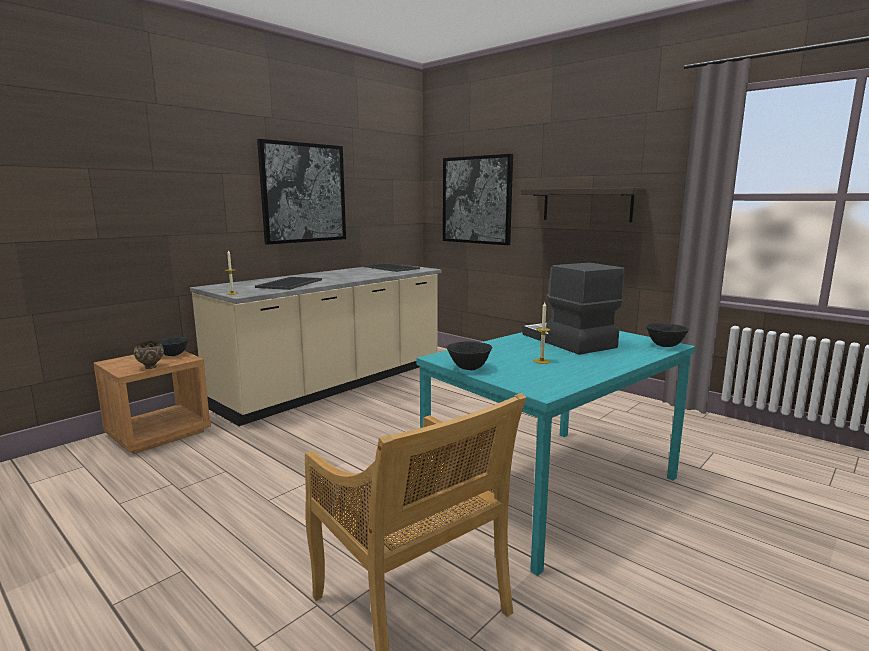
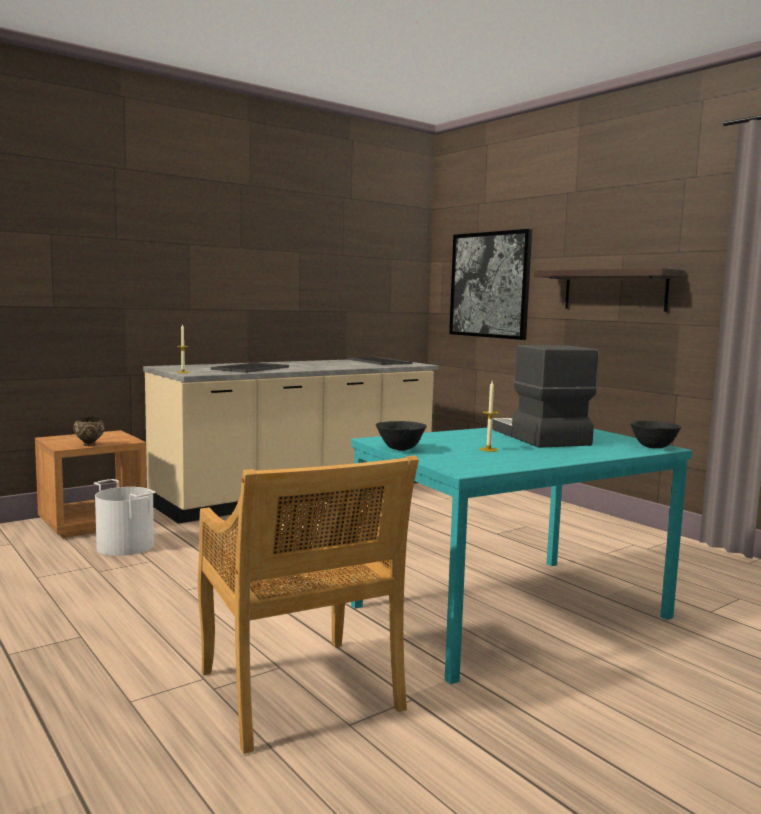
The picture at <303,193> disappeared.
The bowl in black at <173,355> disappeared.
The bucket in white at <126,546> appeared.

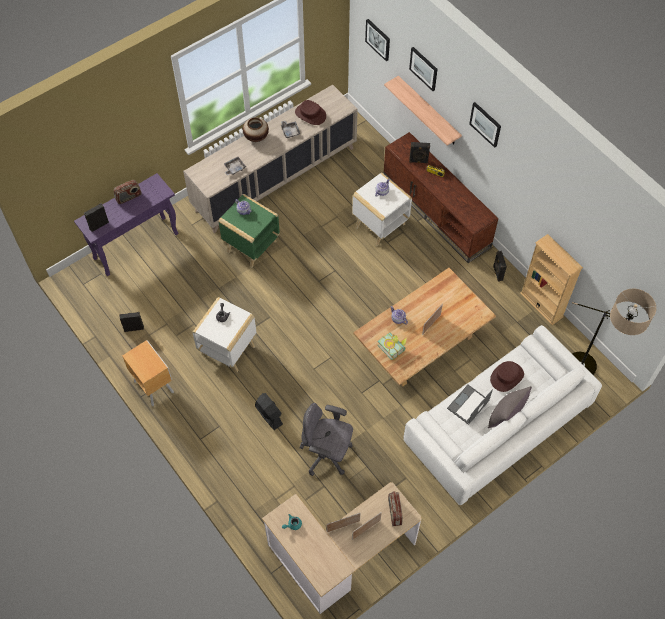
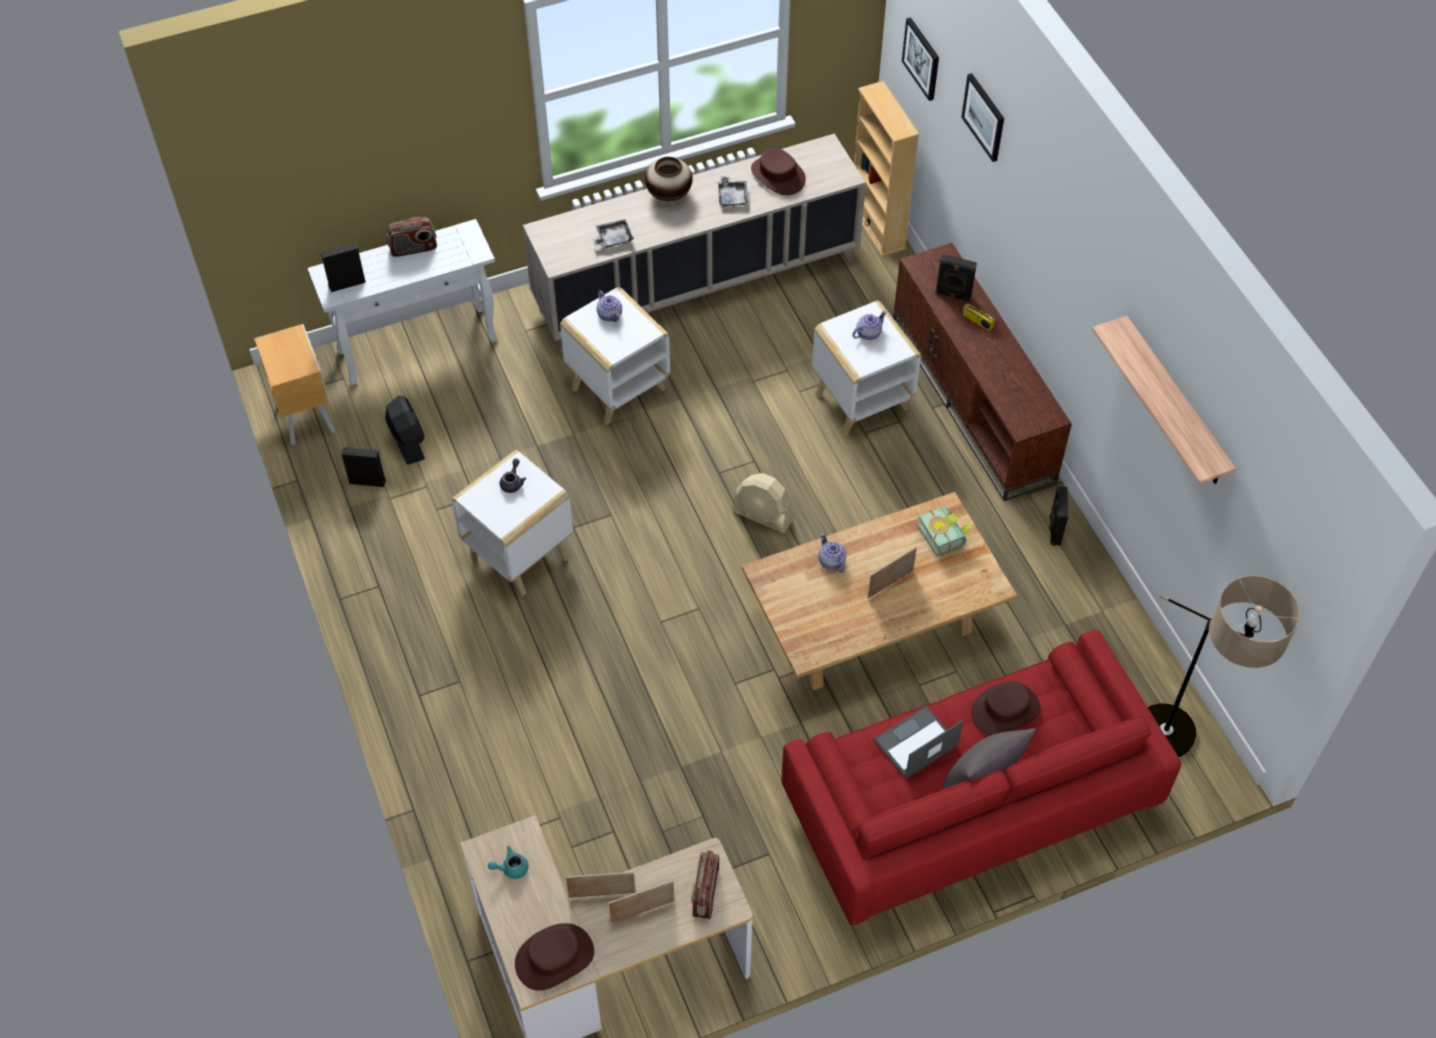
The shelf moved from <428,112> to <1175,404>.
The picture at <485,124> disappeared.
The console table in purple at <136,245> became the console table in white at <419,345>.
The side table in green at <252,246> became the side table in white at <619,388>.
The bookcase in beige moved from <541,305> to <877,226>.
The sofa in white at <496,426> became the sofa in red at <968,803>.
The book moved from <393,347> to <945,535>.
The nightstand in brown moved from <154,386> to <306,416>.
The fan in black moved from <269,415> to <408,441>.
The office chair in grey at <327,454> disappeared.
The fan in beige at <762,515> appeared.
The hat in brown at <554,957> appeared.

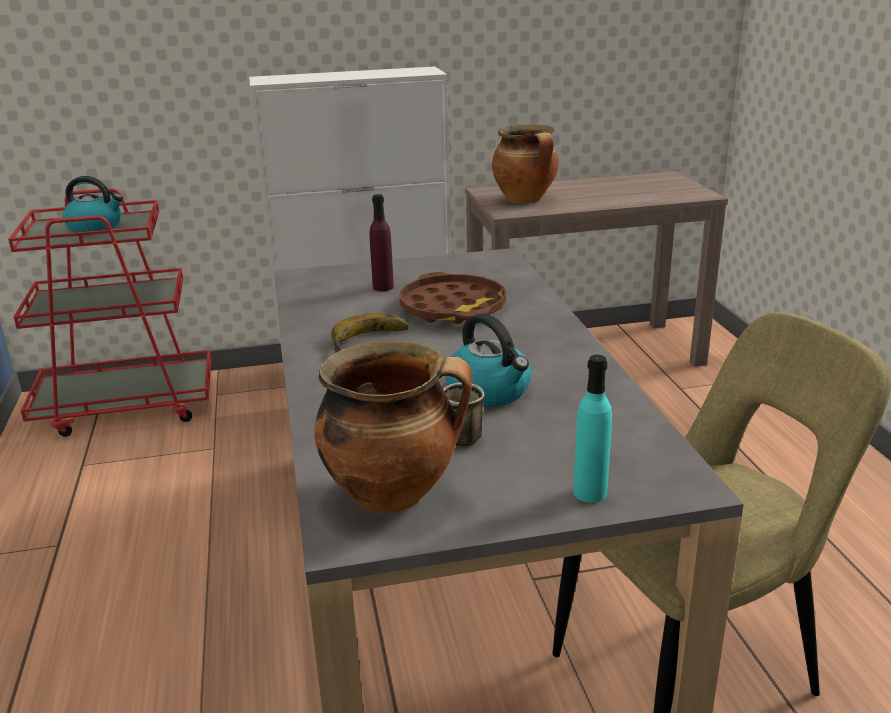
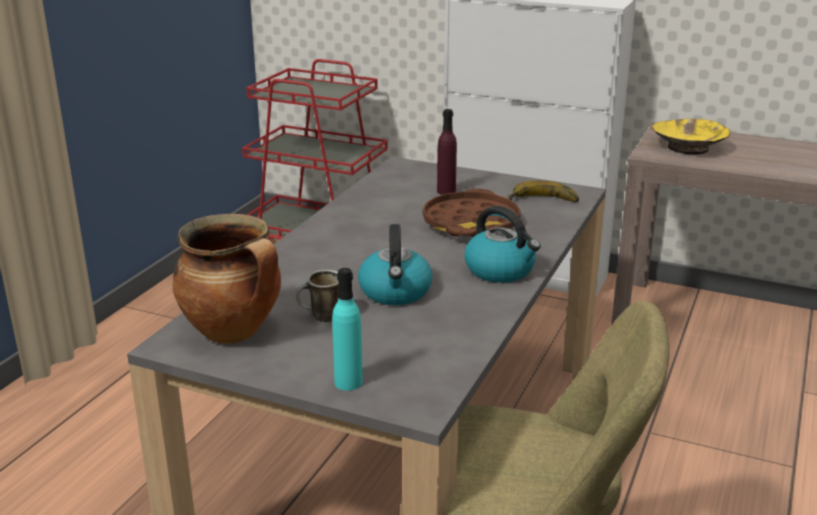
The cooking pot at <526,200> was replaced by the bowl in yellow at <688,147>.
The kettle moved from <96,227> to <501,270>.
The banana moved from <371,340> to <543,202>.

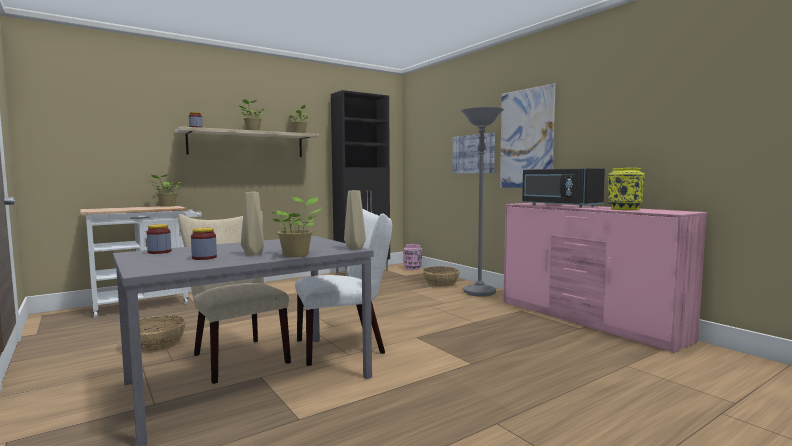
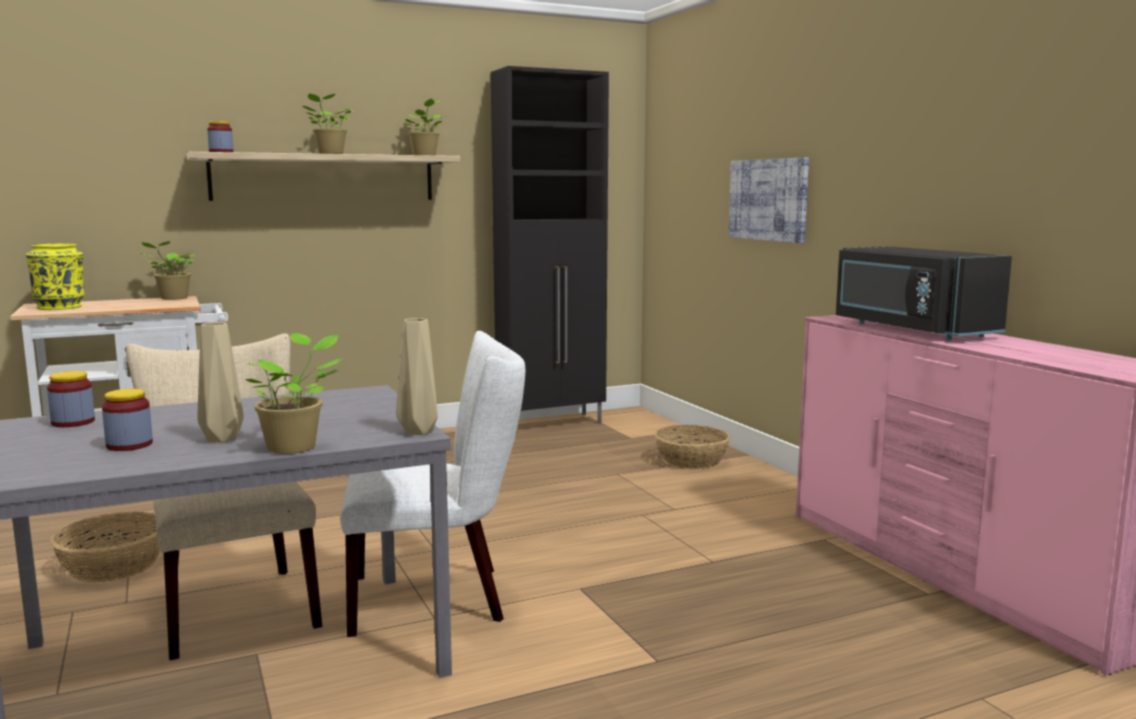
The picture at <526,139> disappeared.
The floor lamp in grey at <479,292> disappeared.
The vase in yellow moved from <624,209> to <60,307>.
The vase in pink at <412,268> disappeared.

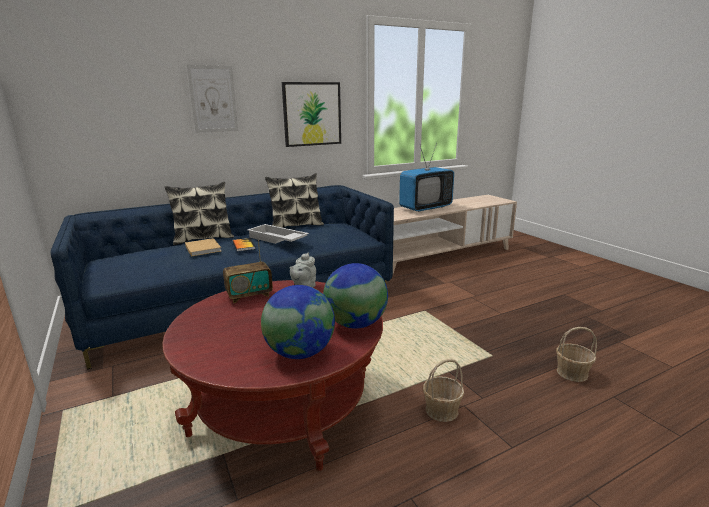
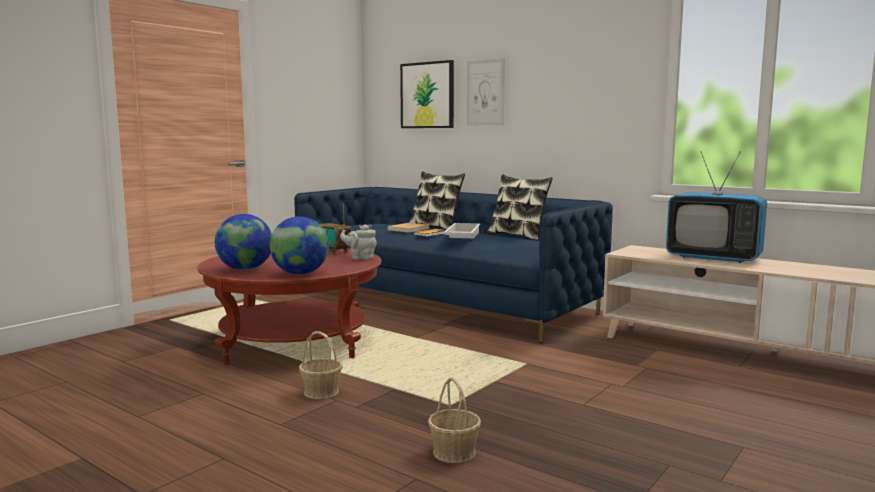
The picture moved from <312,114> to <427,95>.

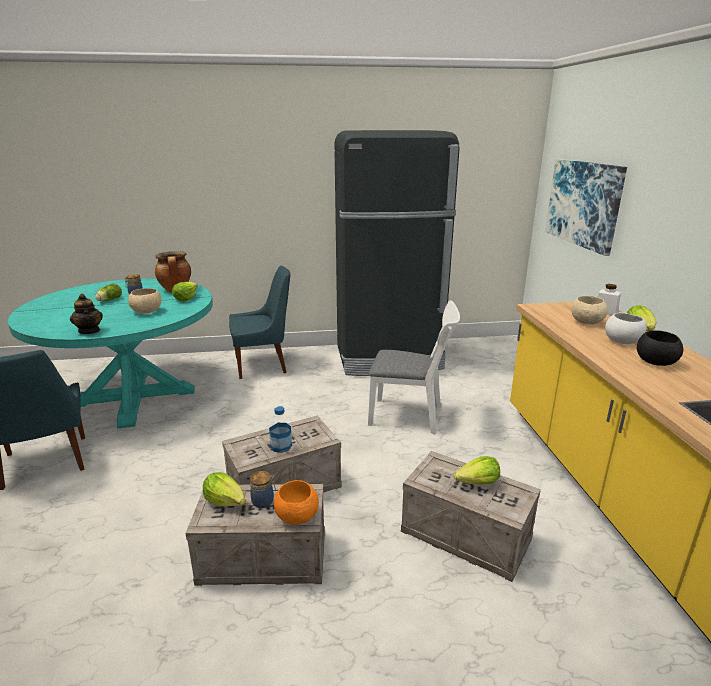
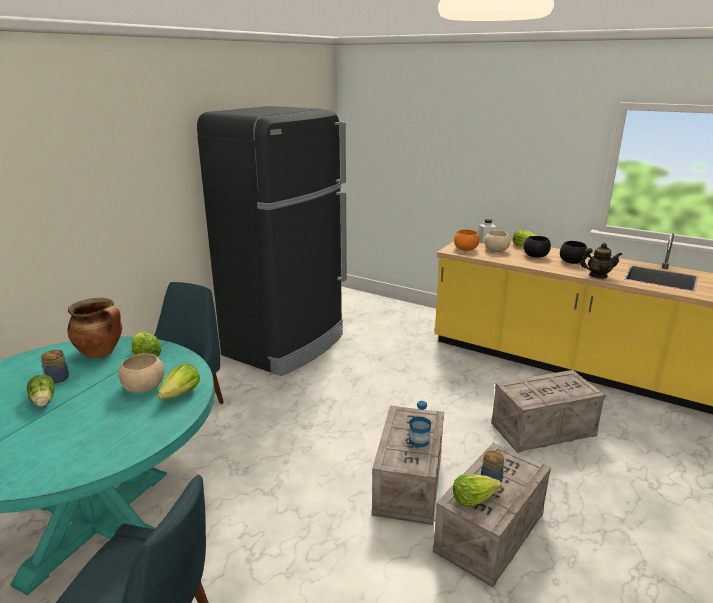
The picture at <583,203> disappeared.
The teapot moved from <89,331> to <598,276>.
The chair in white at <411,416> disappeared.
The bowl in white at <623,341> became the bowl in black at <536,256>.
The lettuce moved from <478,483> to <181,394>.
The bowl in orange moved from <296,517> to <466,249>.

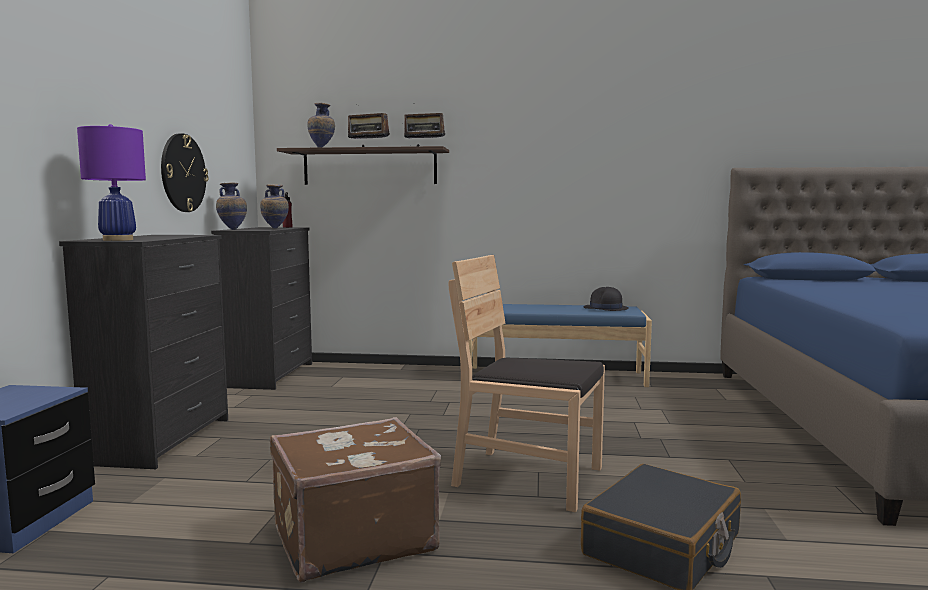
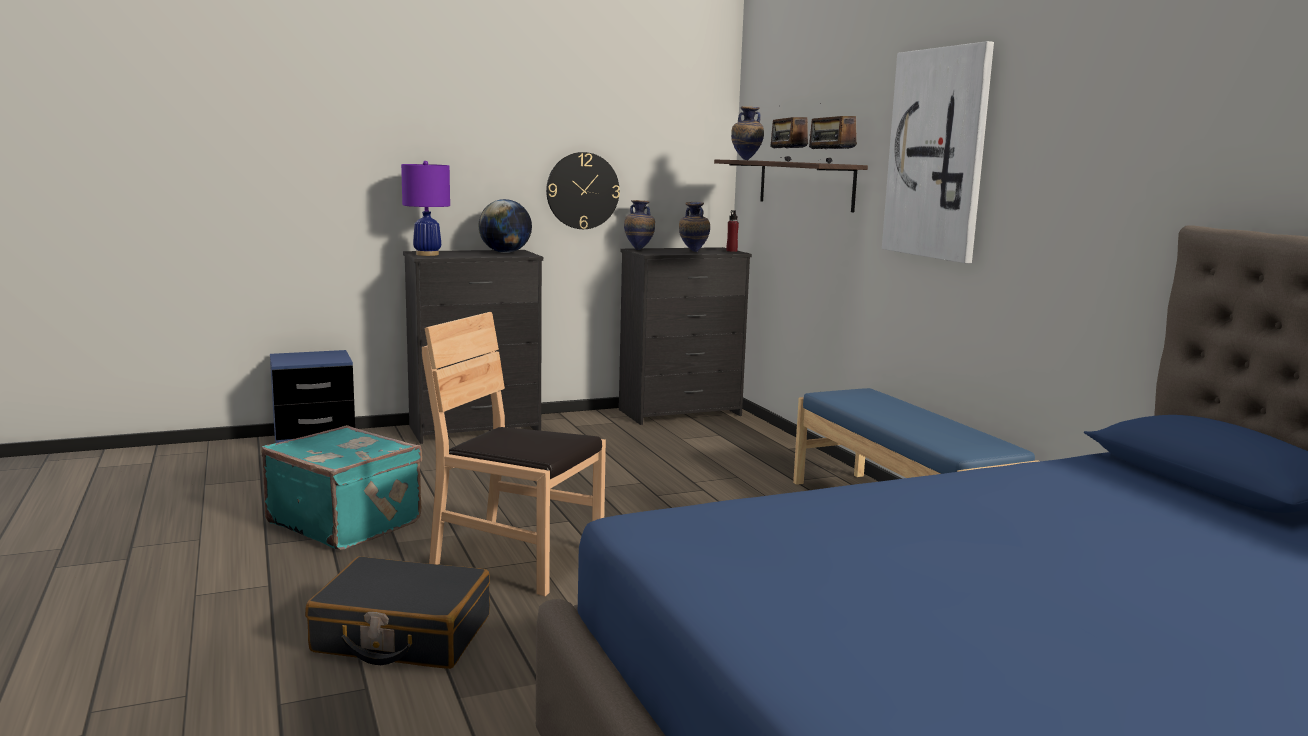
The chair in brown at <529,478> turned 60 degrees counterclockwise.
The hat in black at <606,308> disappeared.
The suitcase in brown at <351,537> became the suitcase in turquoise at <346,522>.
The picture at <937,154> appeared.
The globe at <505,252> appeared.

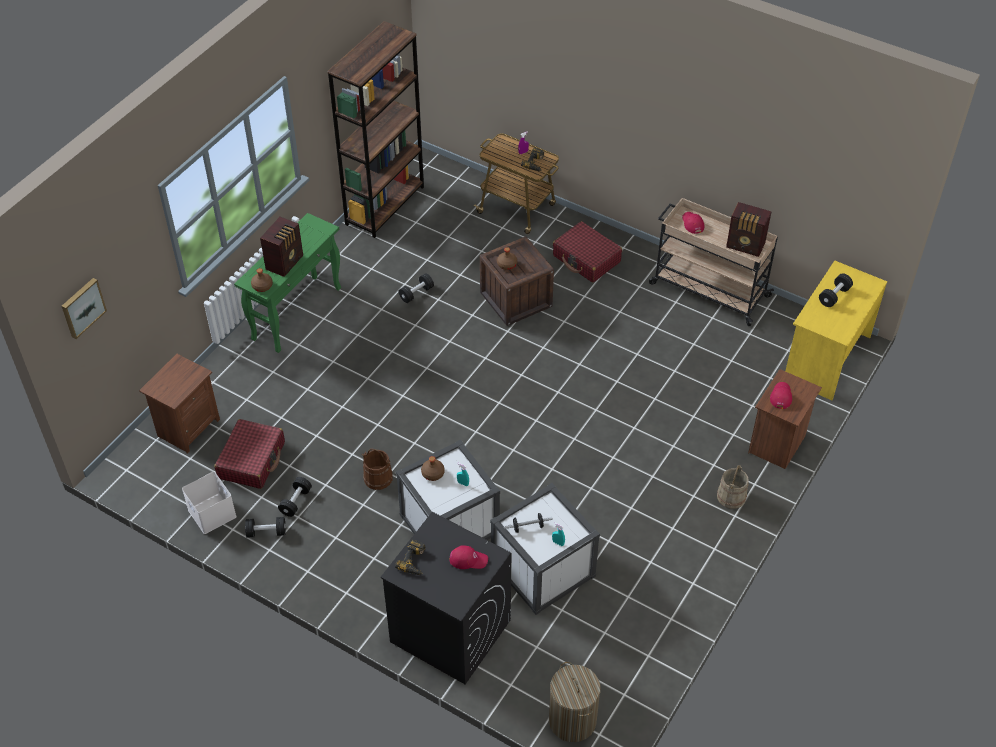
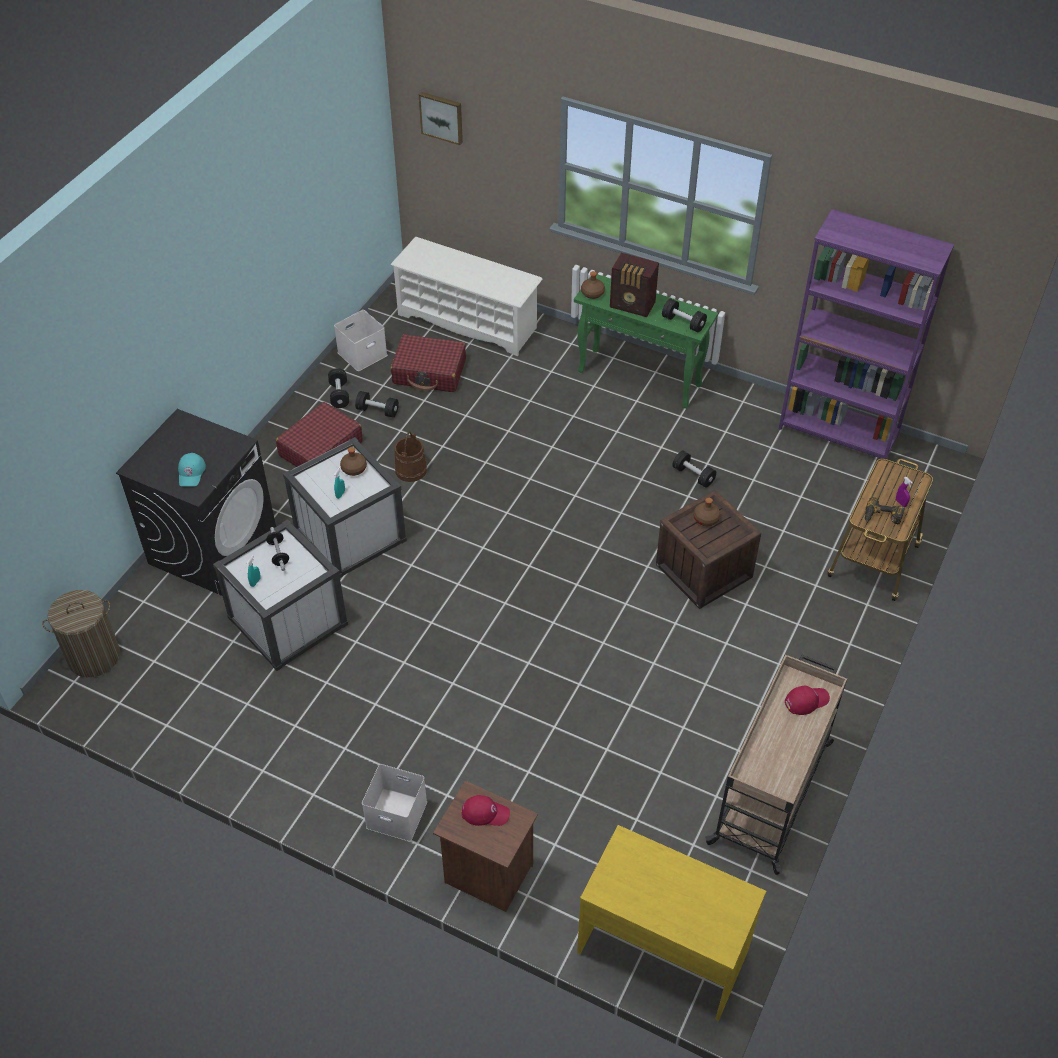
The bookcase in brown at <385,205> became the bookcase in purple at <838,432>.
The radio at <746,246> disappeared.
The suitcase in red moved from <586,259> to <320,449>.
The dumbbell in black moved from <834,296> to <683,323>.
The nightstand in brown at <187,427> was replaced by the shoe rack in white at <468,321>.
The bucket in beige at <731,496> was replaced by the storage box in white at <395,815>.
The power drill at <415,561> disappeared.
The cap in red at <468,559> became the cap in turquoise at <191,472>.

